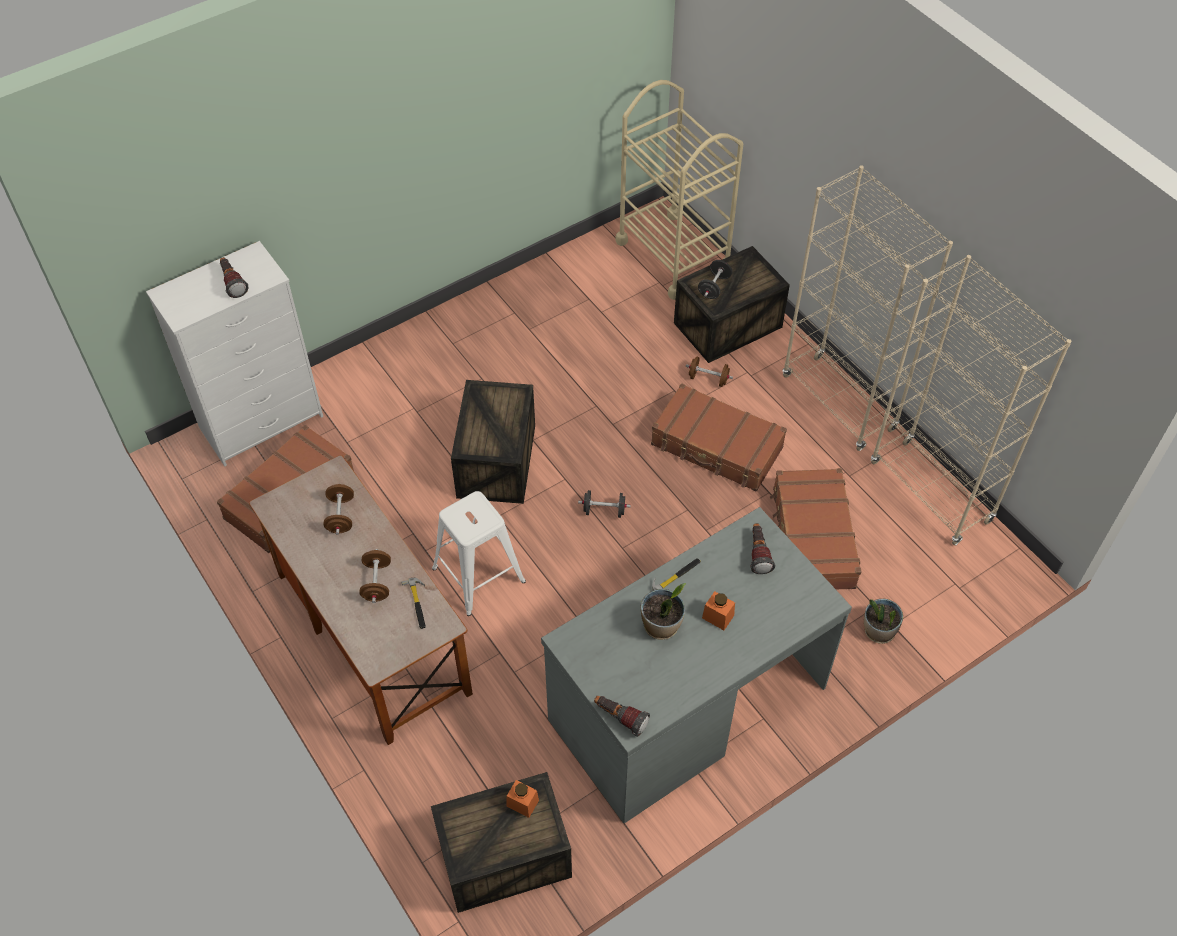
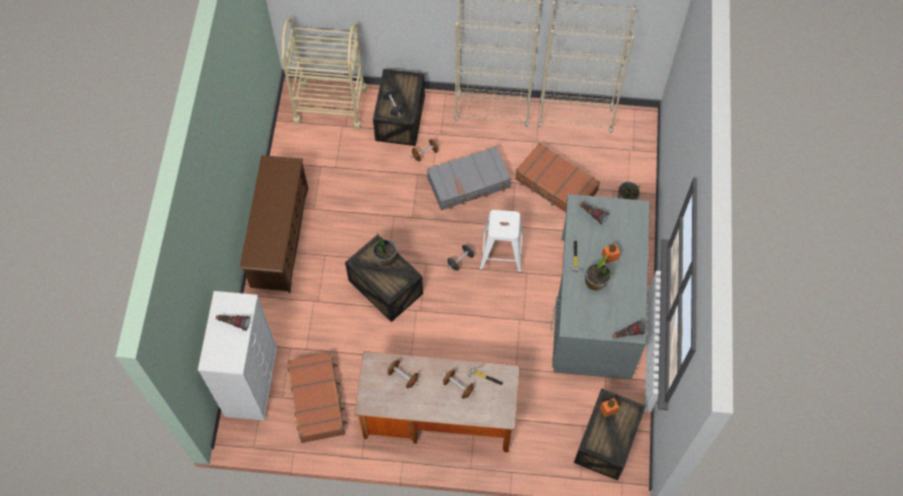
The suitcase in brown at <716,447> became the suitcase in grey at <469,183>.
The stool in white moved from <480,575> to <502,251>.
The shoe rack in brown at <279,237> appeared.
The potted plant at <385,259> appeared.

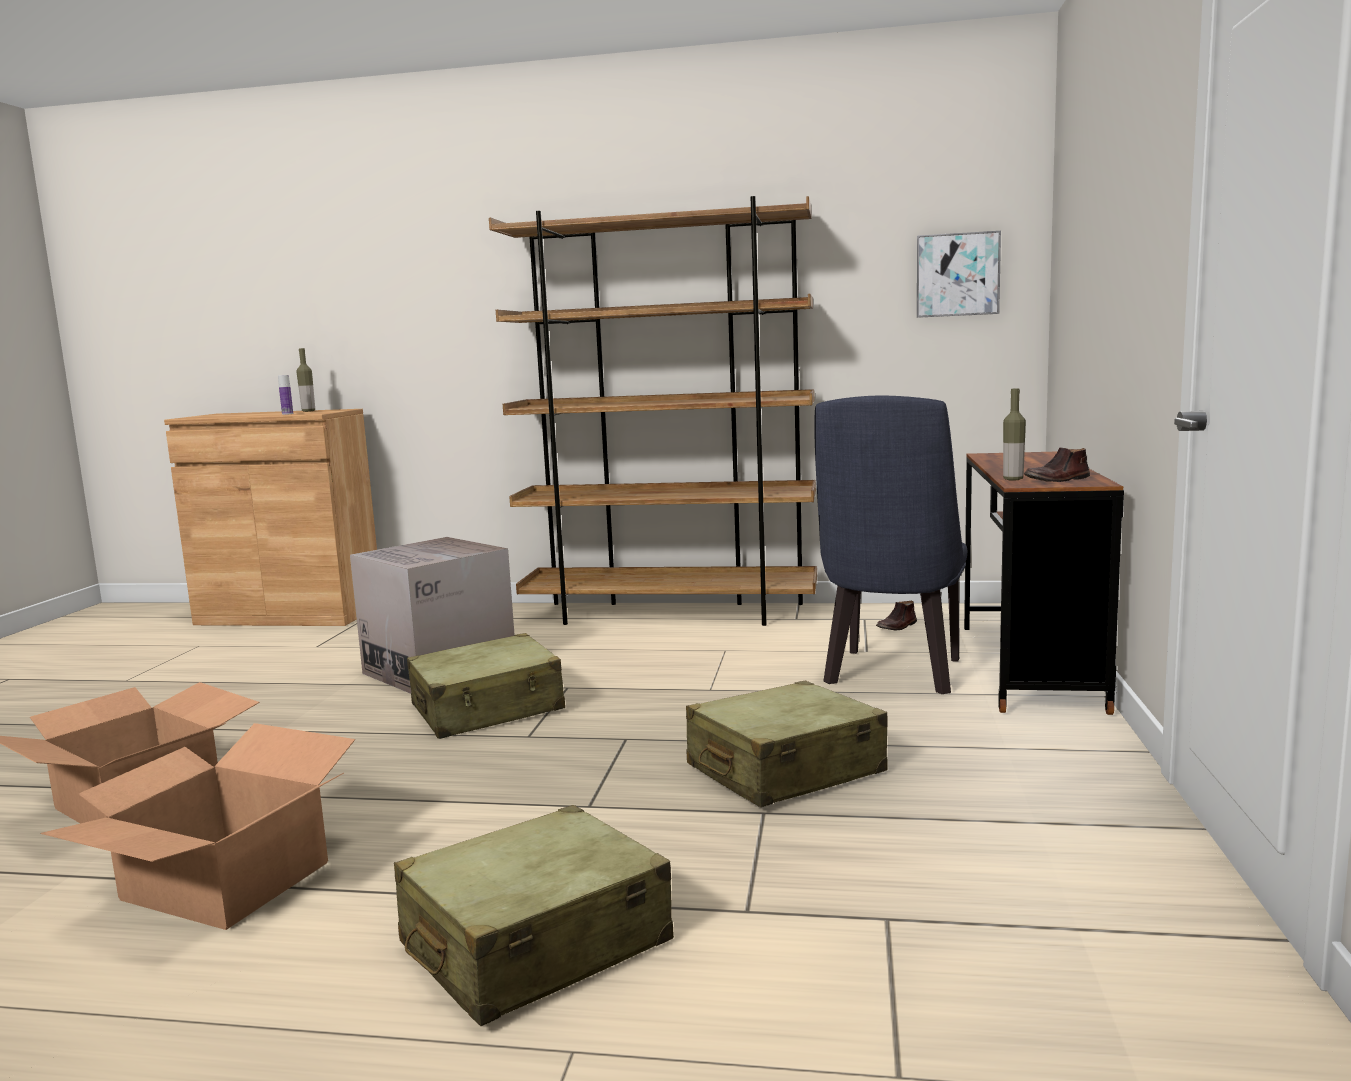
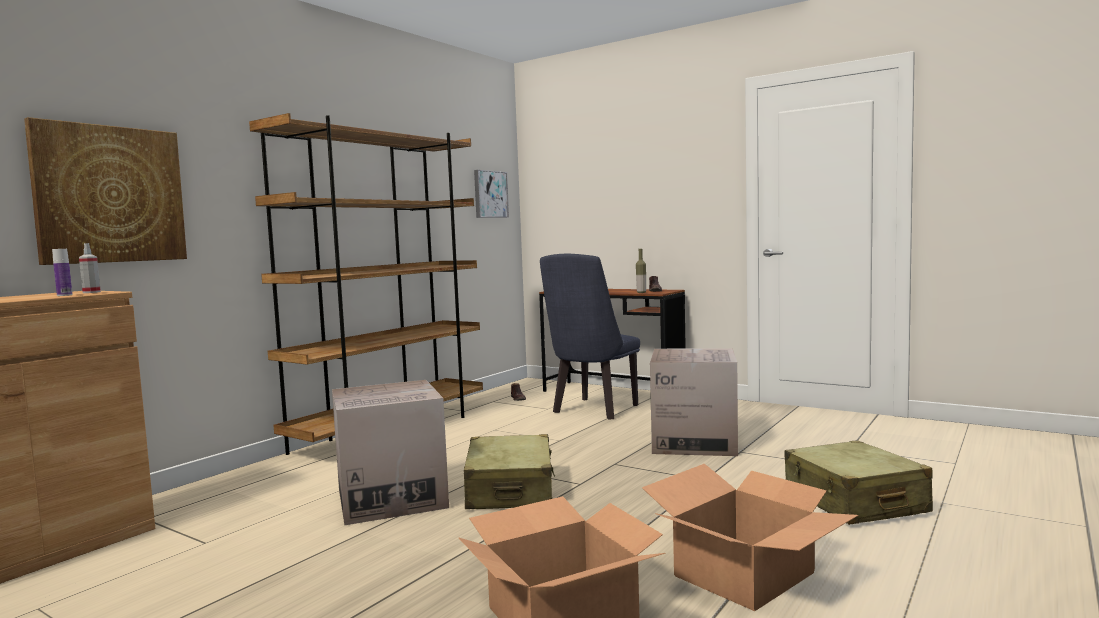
The bottle at <308,411> disappeared.
The chair in blue at <892,676> turned 75 degrees clockwise.
The suitcase in beige at <784,770> was replaced by the cardboard box at <694,442>.
The picture at <110,194> appeared.
The spray bottle at <91,292> appeared.

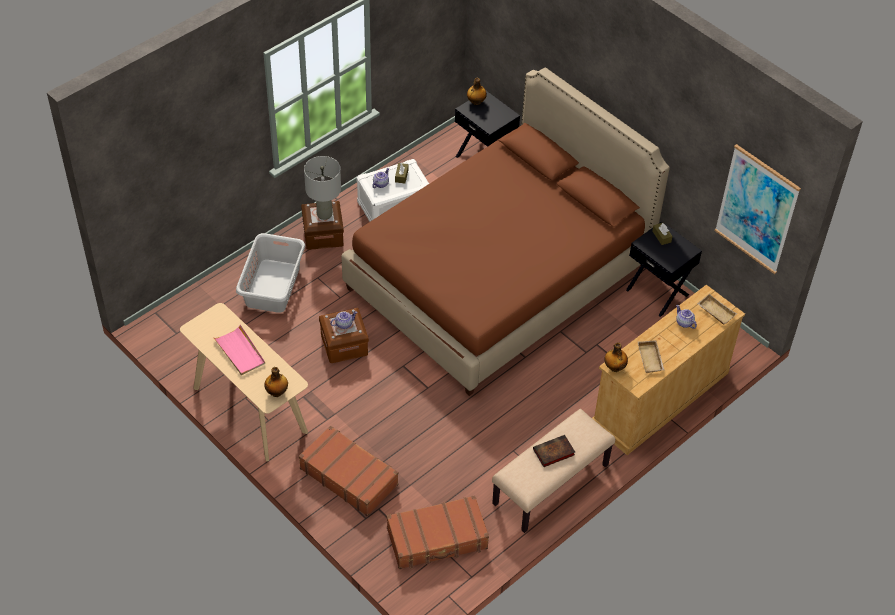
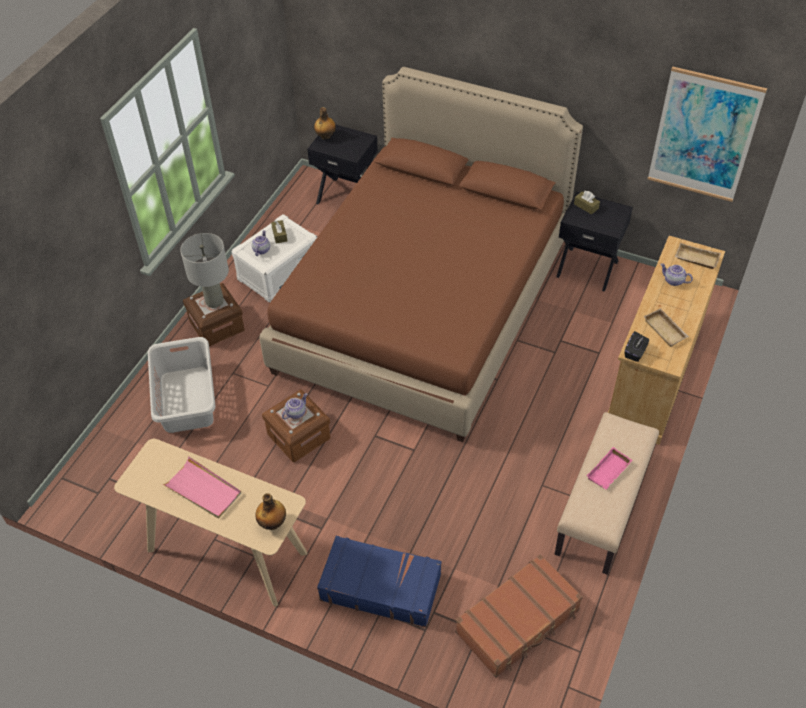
The bottle at <614,367> was replaced by the tissue box in black at <635,352>.
The suitcase in brown at <349,476> became the suitcase in blue at <380,586>.
The book at <553,453> was replaced by the tray in pink at <609,472>.

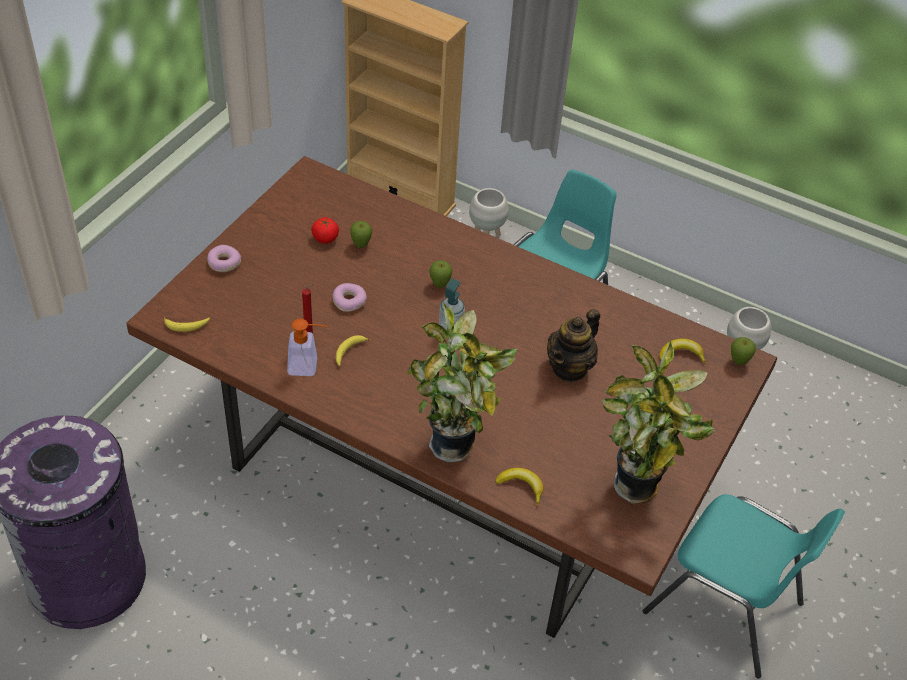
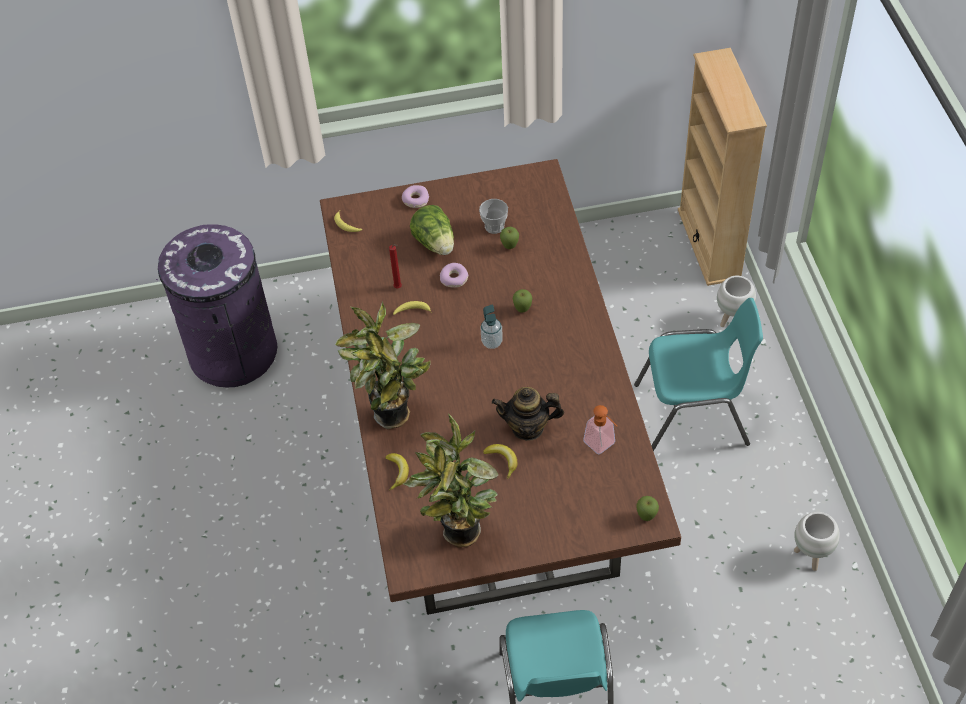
The tomato at <325,238> was replaced by the cup at <494,226>.
The soap dispenser moved from <308,367> to <603,445>.
The banana moved from <681,355> to <502,460>.
The lettuce at <435,243> appeared.

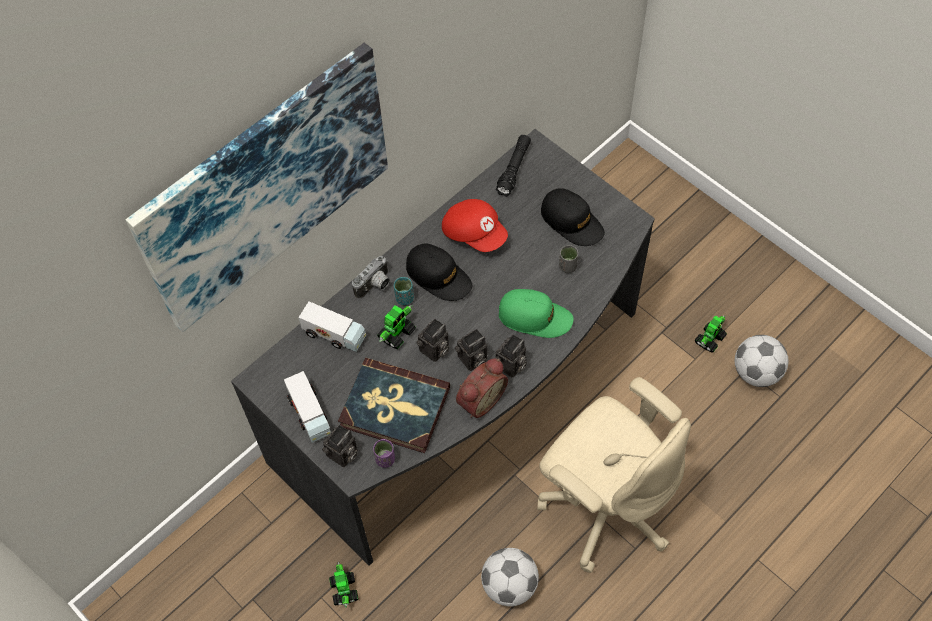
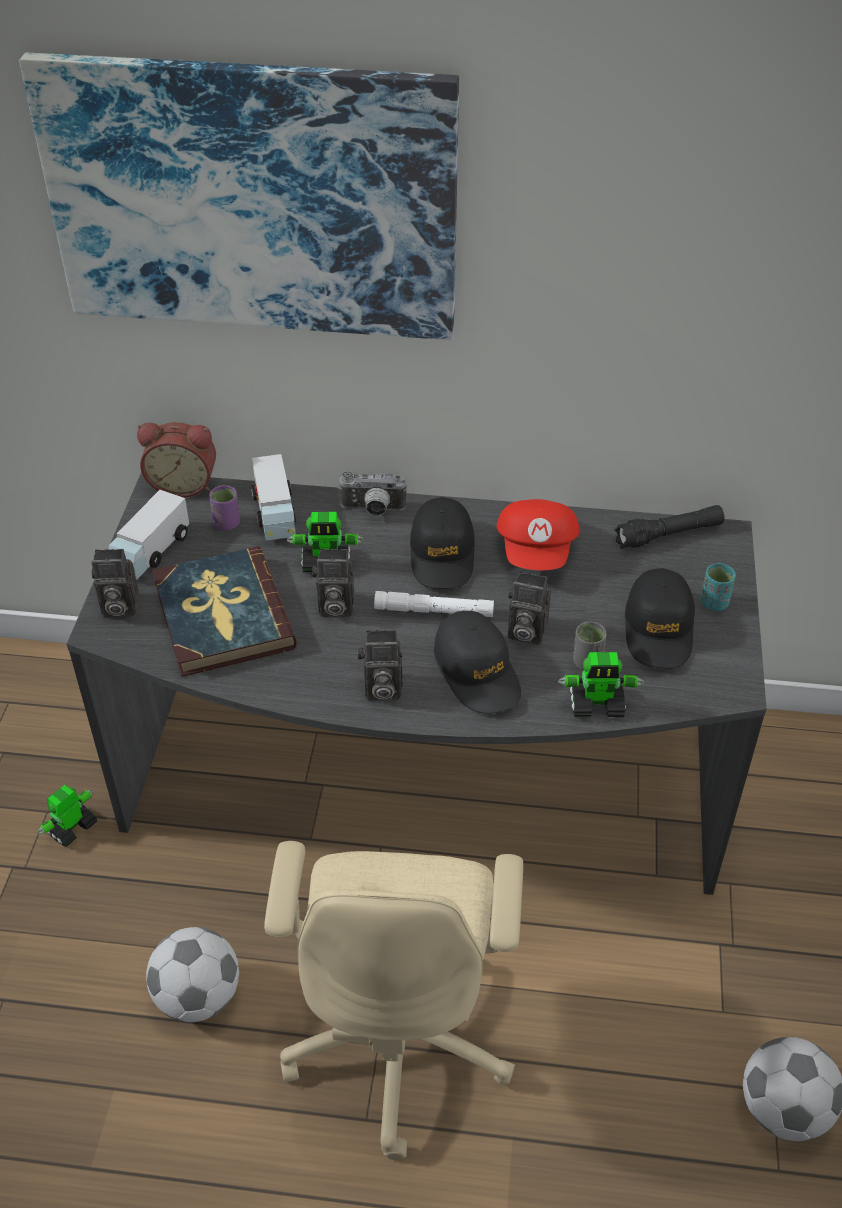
The cup in turquoise moved from <404,298> to <714,603>.
The cap in green at <535,317> became the cap in black at <477,672>.
The toy robot moved from <710,339> to <597,704>.
The photo camera moved from <472,360> to <524,632>.
The alarm clock moved from <479,399> to <183,484>.
The cup in purple moved from <385,459> to <227,523>.
The flashlight in white at <434,610> appeared.

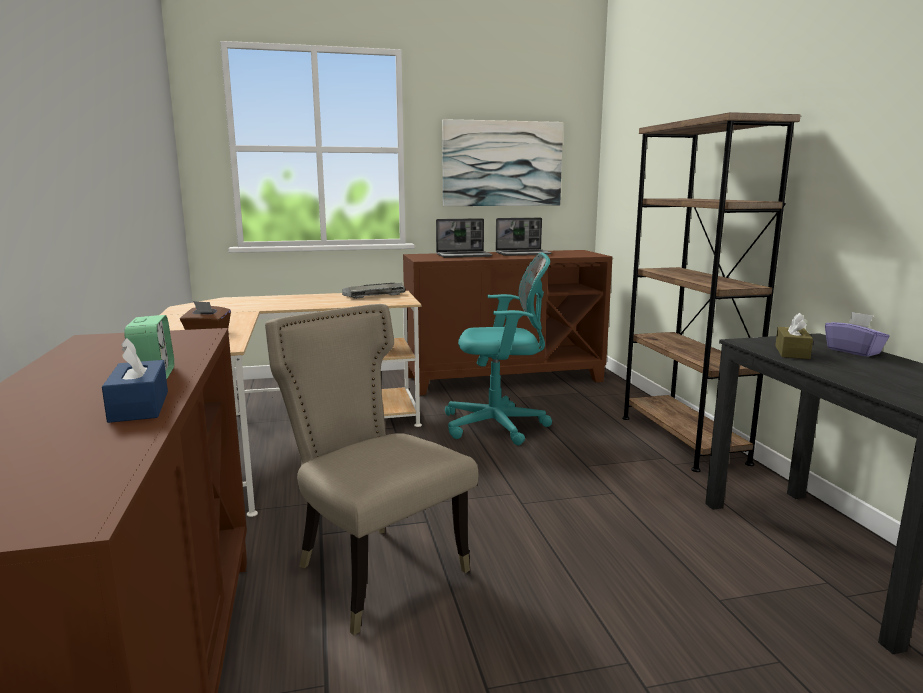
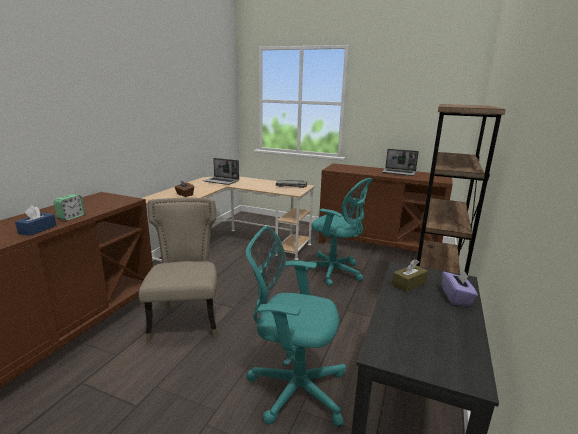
The picture at <502,164> disappeared.
The laptop moved from <464,255> to <222,181>.
The office chair in turquoise at <293,387> appeared.

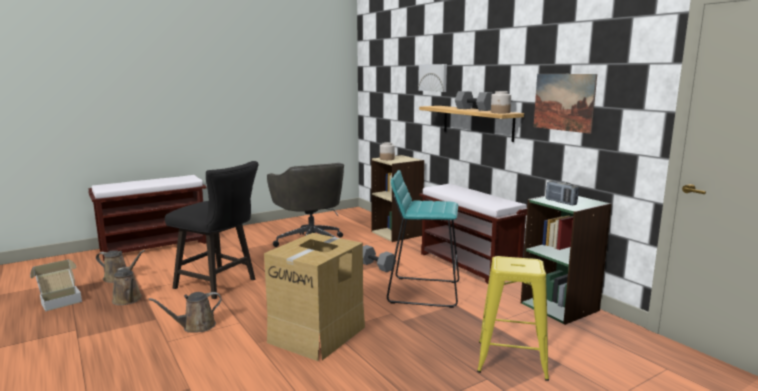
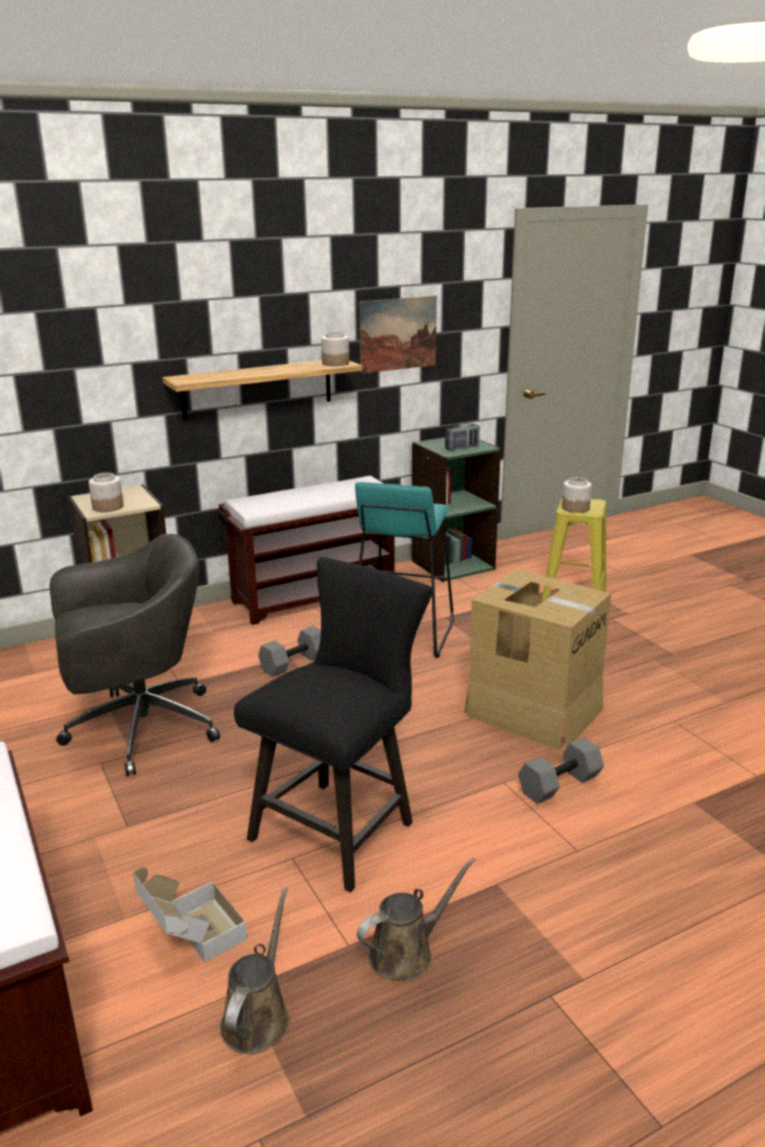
The picture at <433,77> disappeared.
The dumbbell in grey moved from <473,109> to <560,785>.
The cardboard box moved from <60,300> to <192,938>.
The watering can in brown at <195,326> disappeared.
The jar at <575,508> appeared.

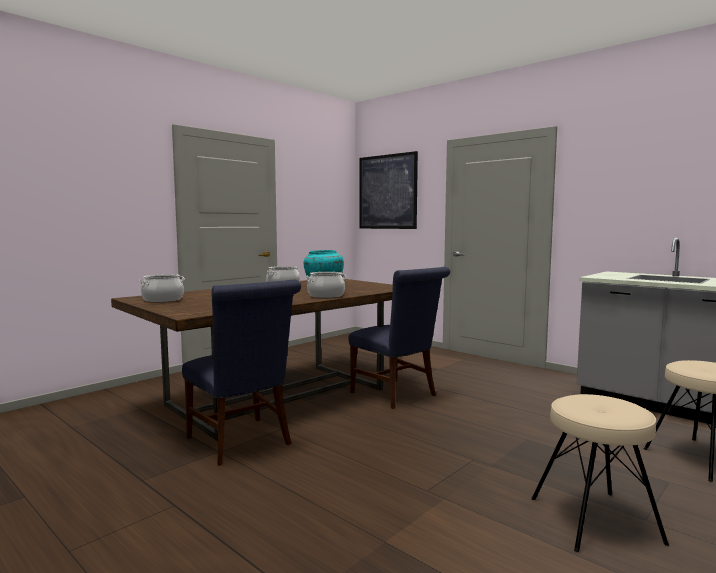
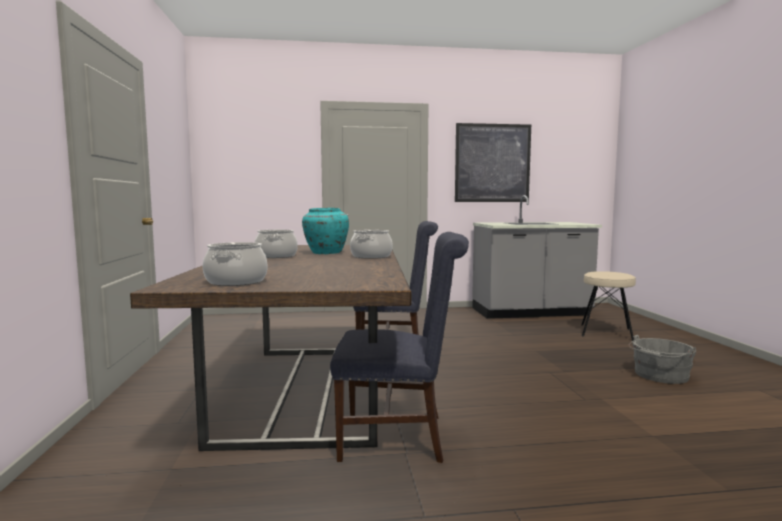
The picture moved from <387,192> to <492,163>.
The stool in beige at <594,520> was replaced by the bucket in grey at <660,375>.

